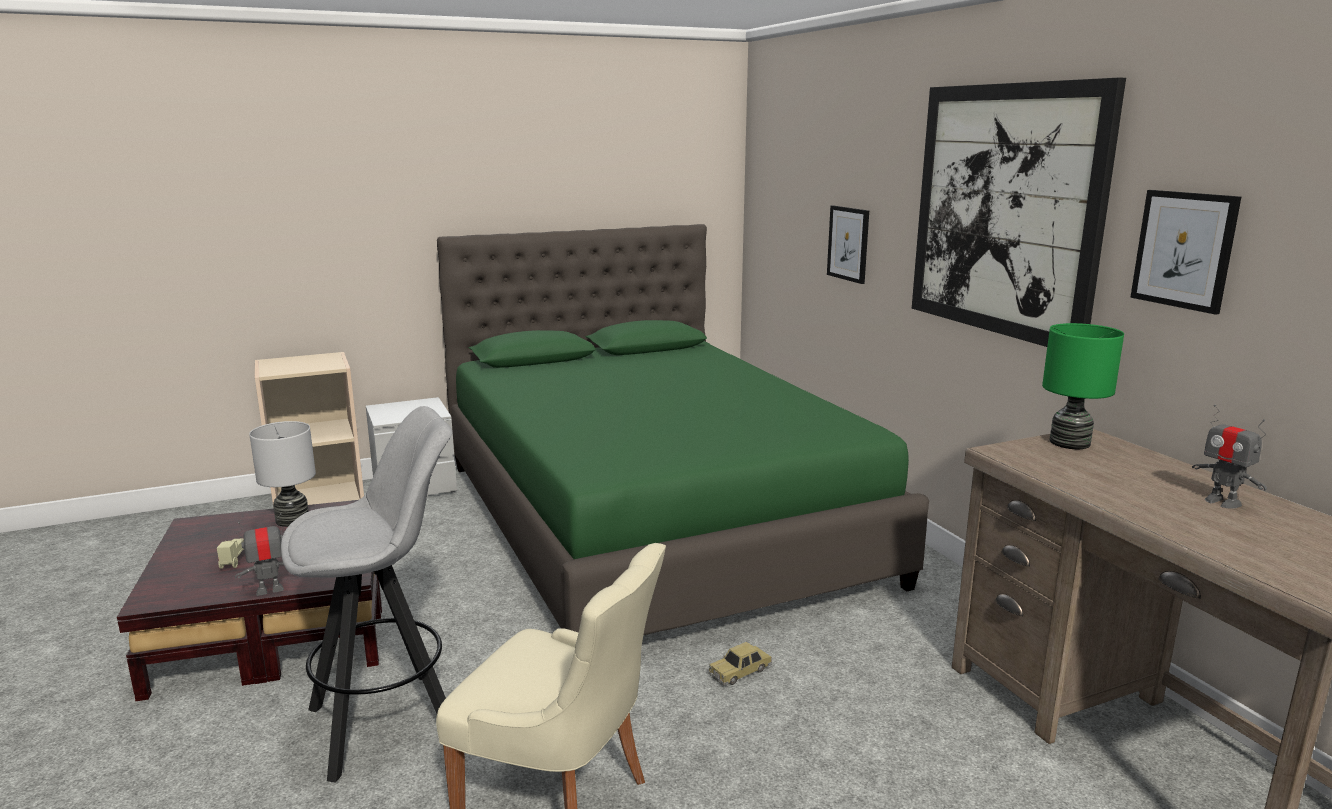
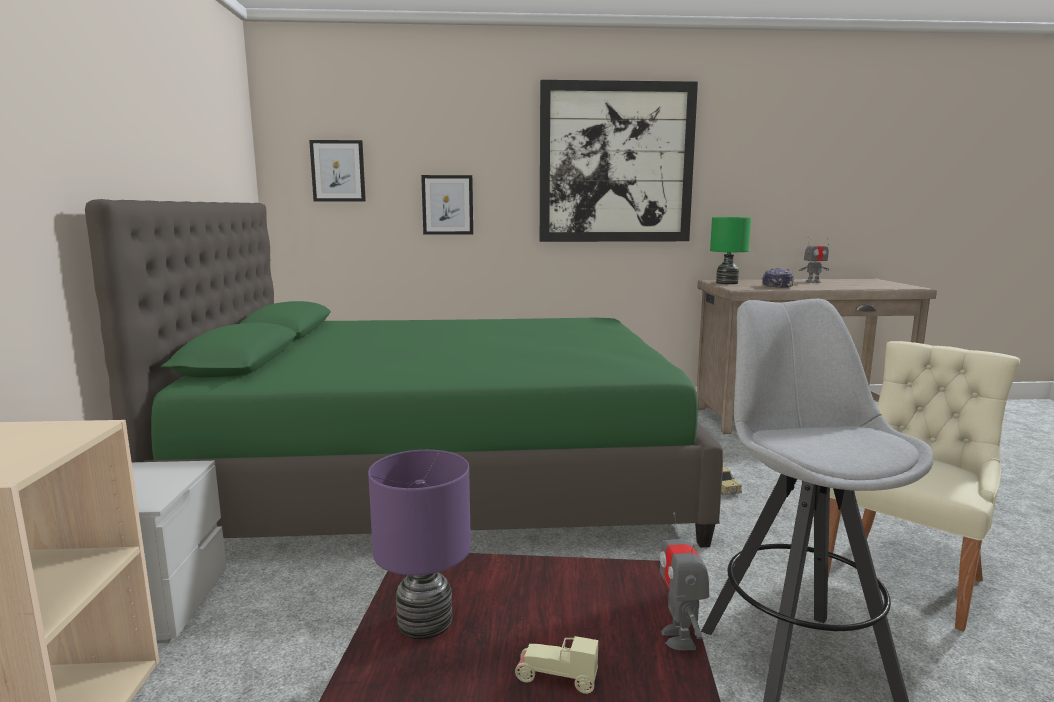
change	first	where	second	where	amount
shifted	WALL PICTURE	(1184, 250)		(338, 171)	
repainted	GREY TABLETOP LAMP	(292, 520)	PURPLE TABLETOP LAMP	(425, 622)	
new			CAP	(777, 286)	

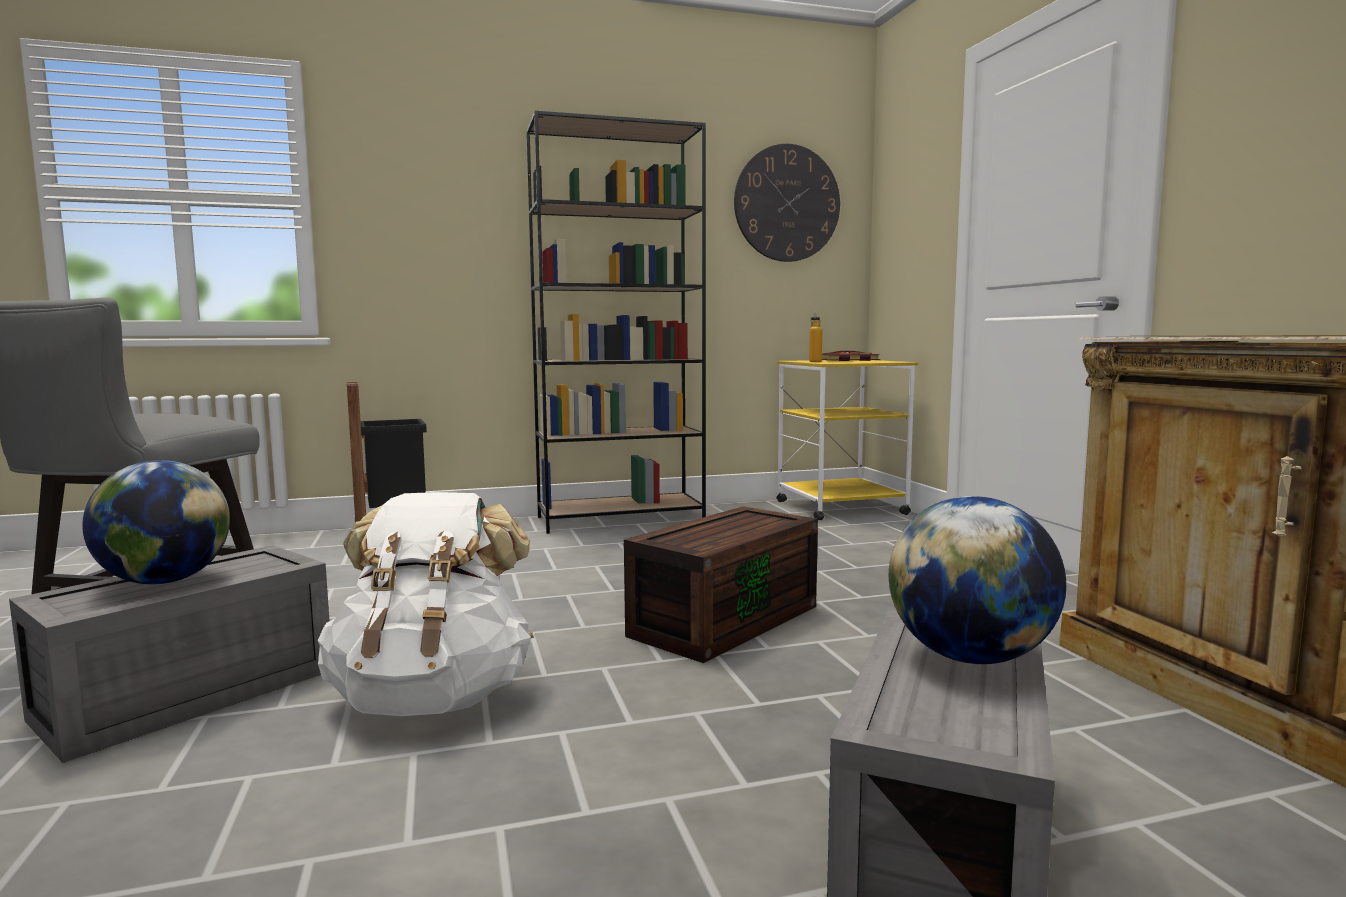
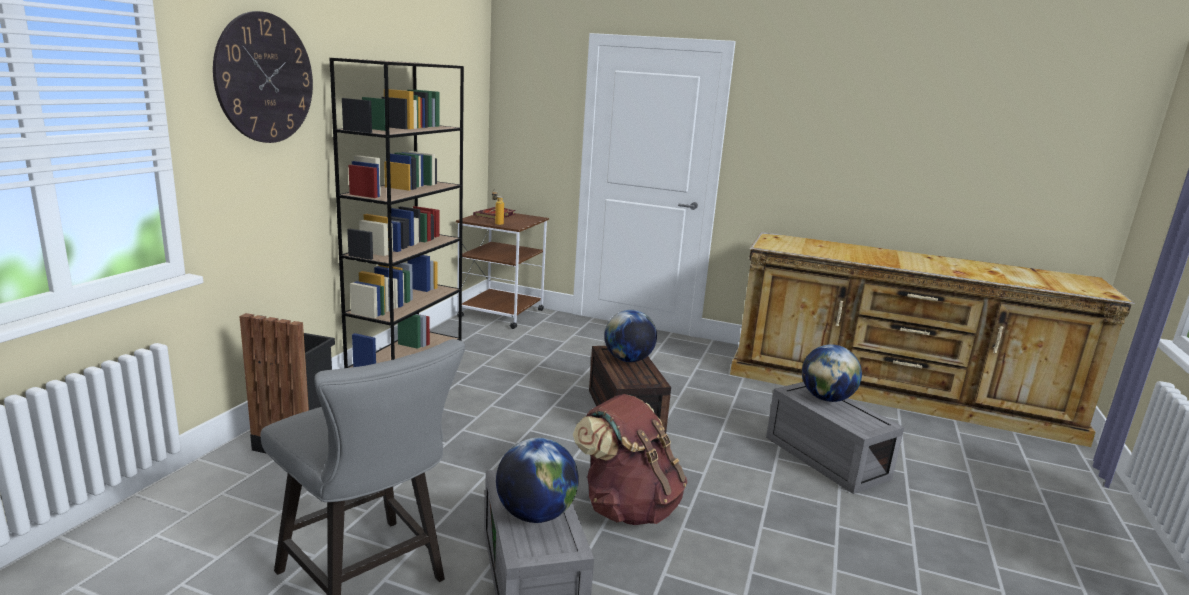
change	first	where	second	where	amount
shifted	CLOCK ON THE WALL	(787, 203)		(265, 78)	
repainted	YELLOWISH TROLLEY	(842, 507)	BROWN-COLOURED TROLLEY	(501, 313)	
repainted	WHITISH RUCKSACK	(433, 698)	BROWN-COLOURED RUCKSACK	(627, 507)	
new			GLOBE	(628, 360)	

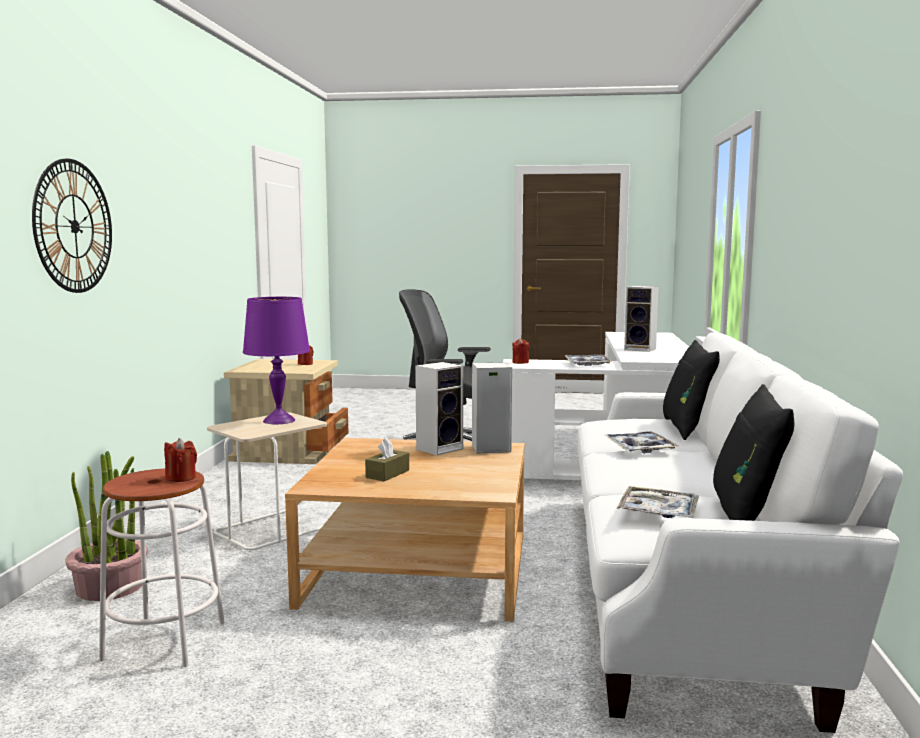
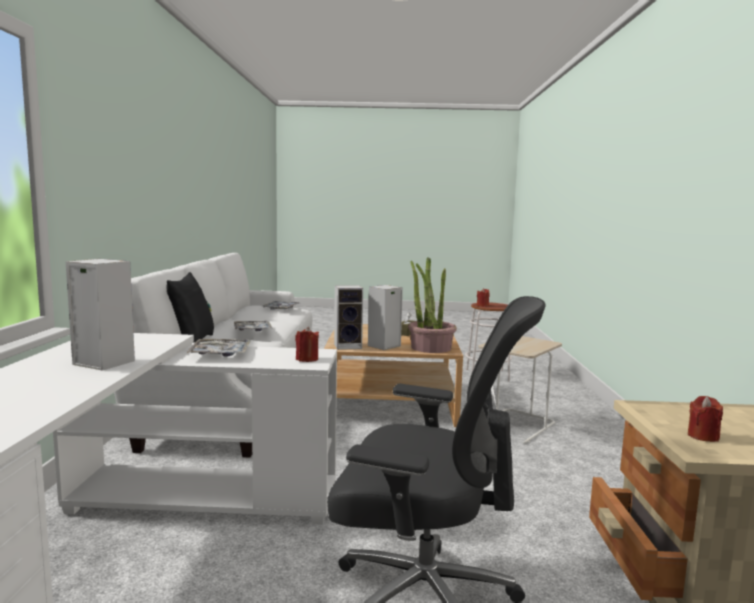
change	first	where	second	where	amount
shifted	POTTED PLANT	(110, 587)		(430, 347)	
gone	CLOCK ON THE WALL	(74, 226)			
gone	PURPLE TABLETOP LAMP	(278, 420)			
gone	BLACKISH PILLOW	(747, 516)			

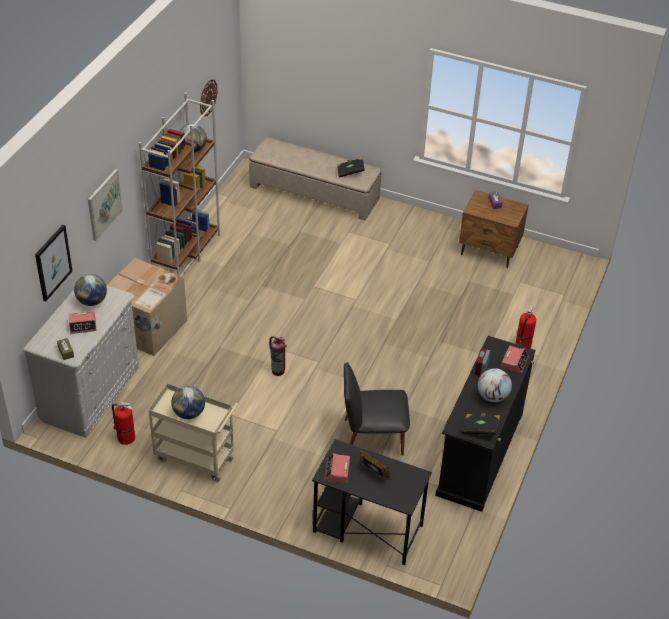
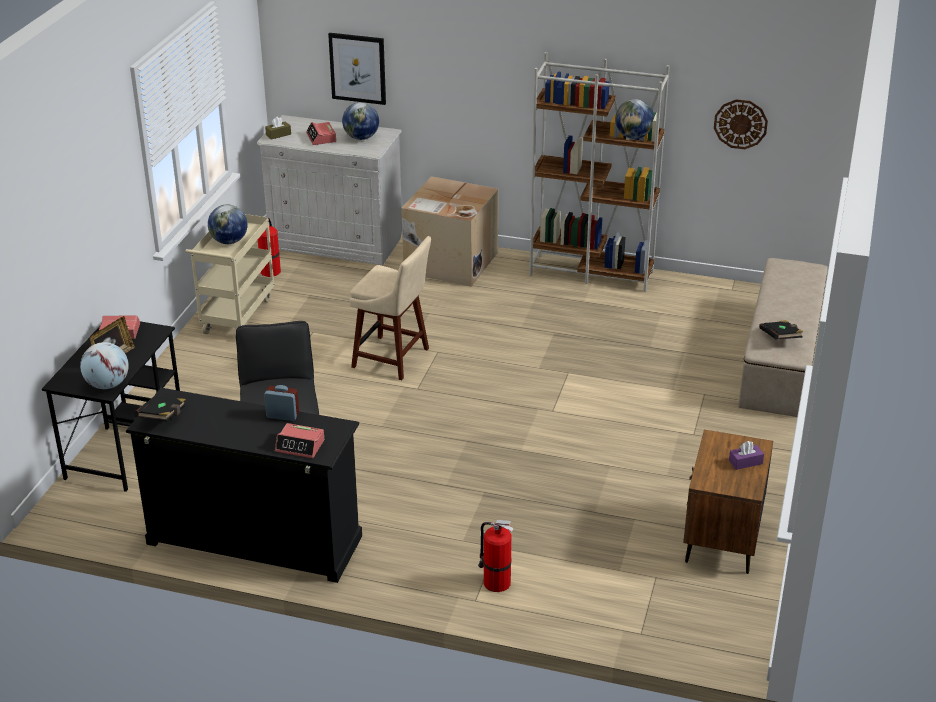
change	first	where	second	where	amount
shifted	GLOBE	(492, 396)		(107, 385)	
swapped	FIRE EXTINGUISHER	(278, 370)	BEIGE PLAIN CHAIR	(394, 359)	
gone	WALL PICTURE	(104, 204)			

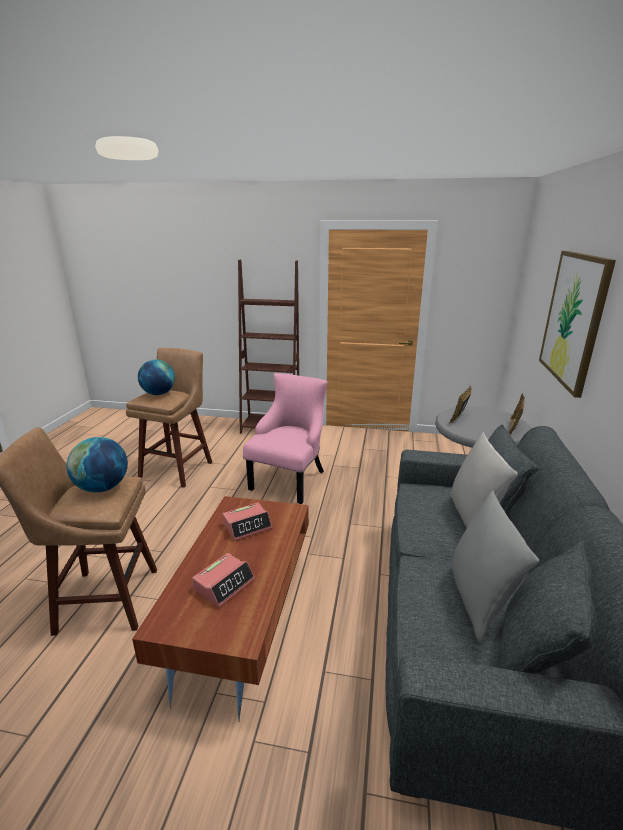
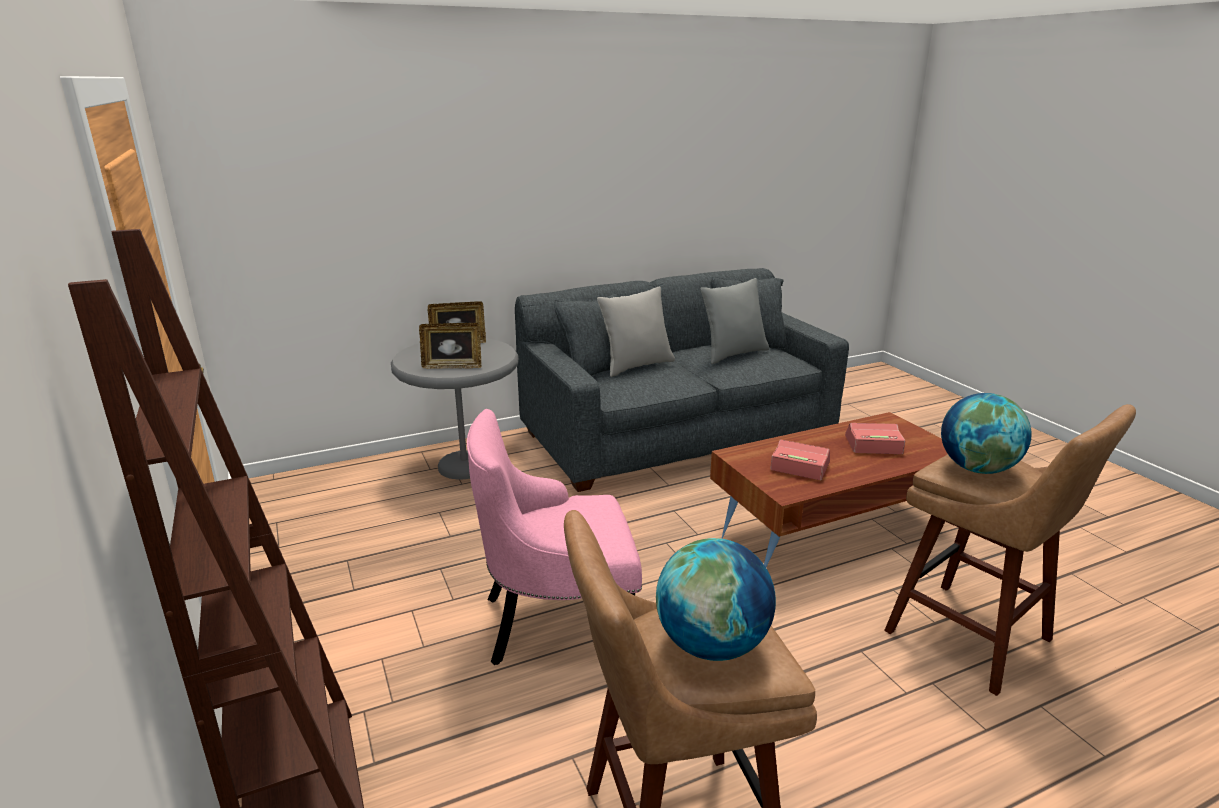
change	first	where	second	where	amount
gone	WALL PICTURE	(573, 319)			

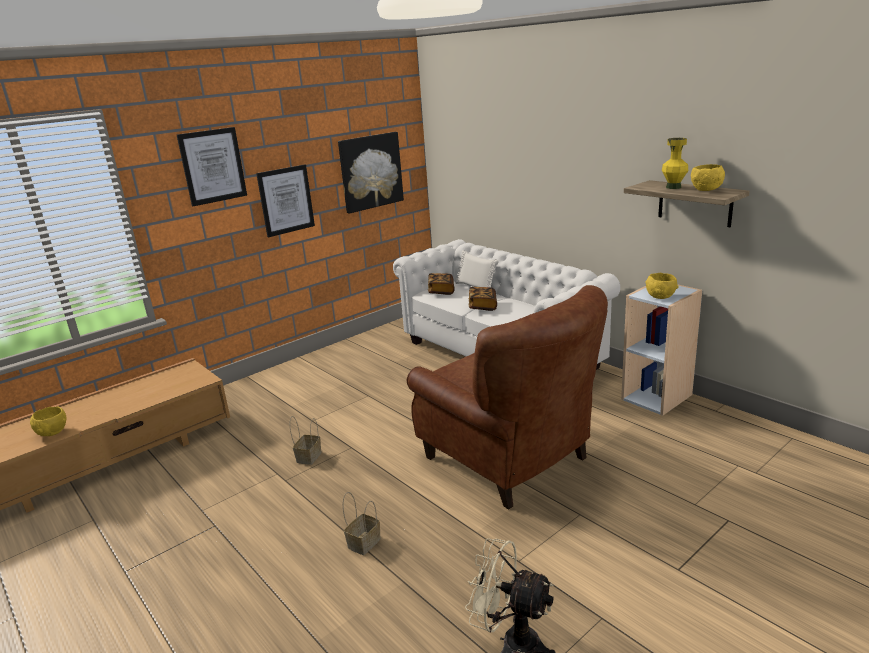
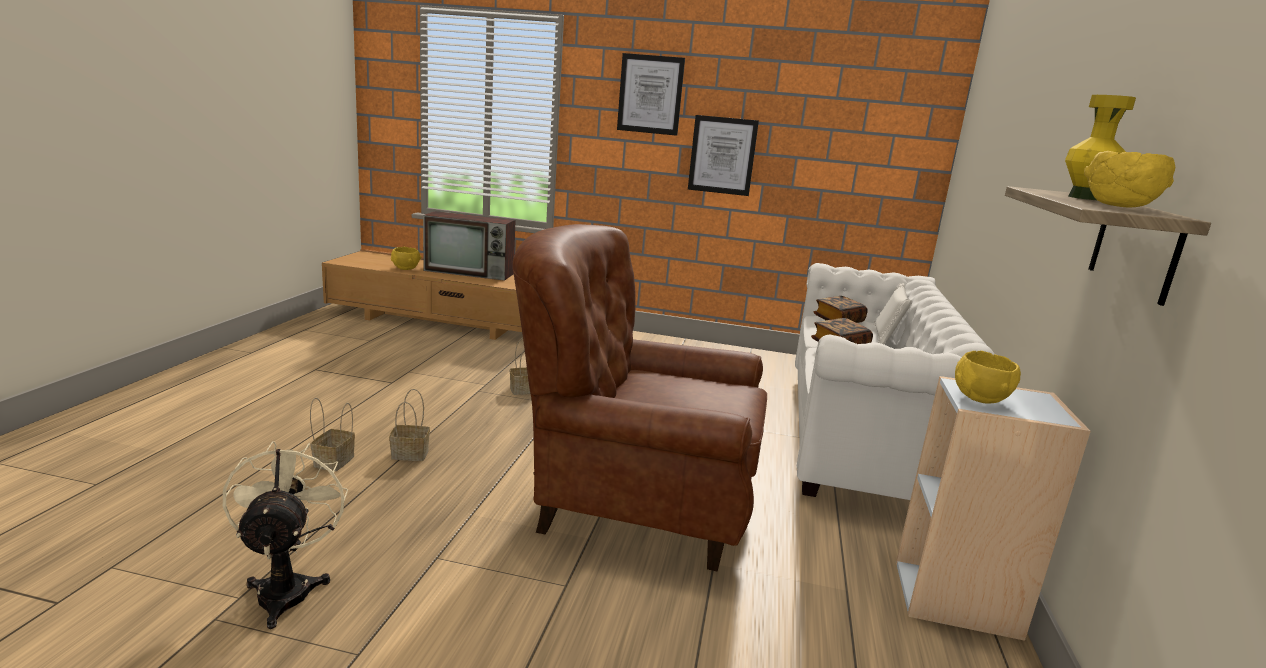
change	first	where	second	where	amount
new			HOUSEHOLD BASKET	(334, 460)	
new			TELEVISION	(471, 272)	
rotated	BROWN-COLOURED EASY CHAIR	(510, 461)		(632, 503)	90 degrees clockwise
gone	WALL PICTURE	(370, 171)			

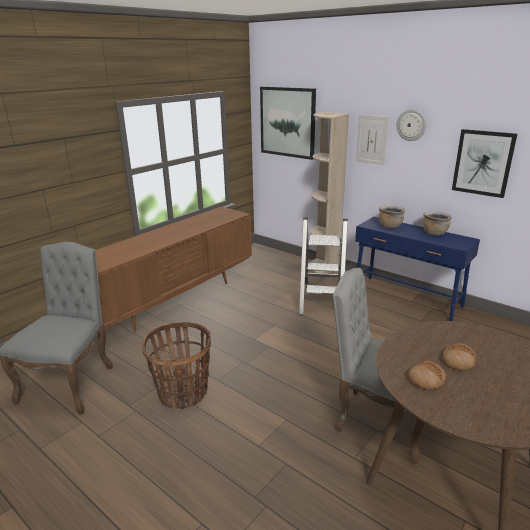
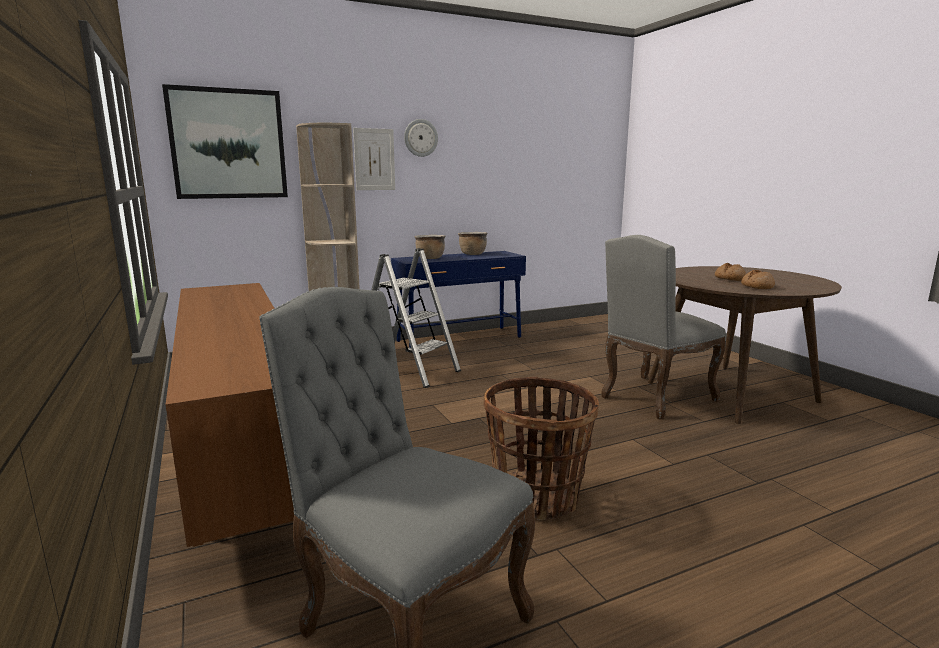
change	first	where	second	where	amount
gone	WALL PICTURE	(483, 163)			

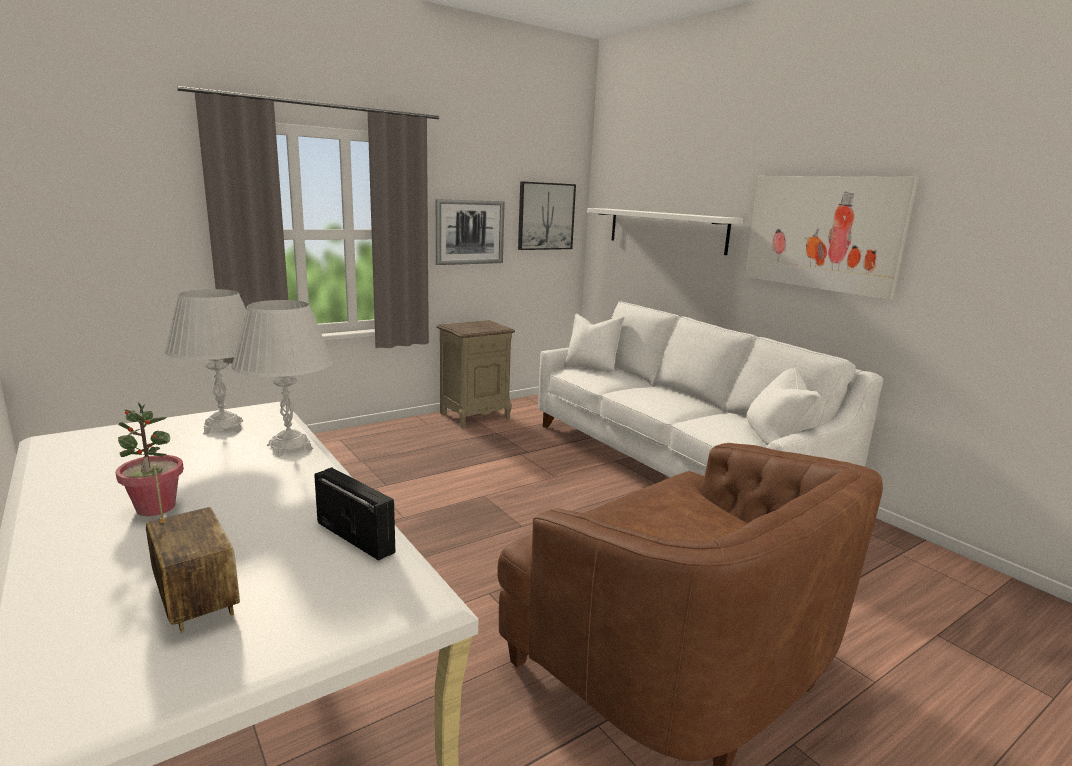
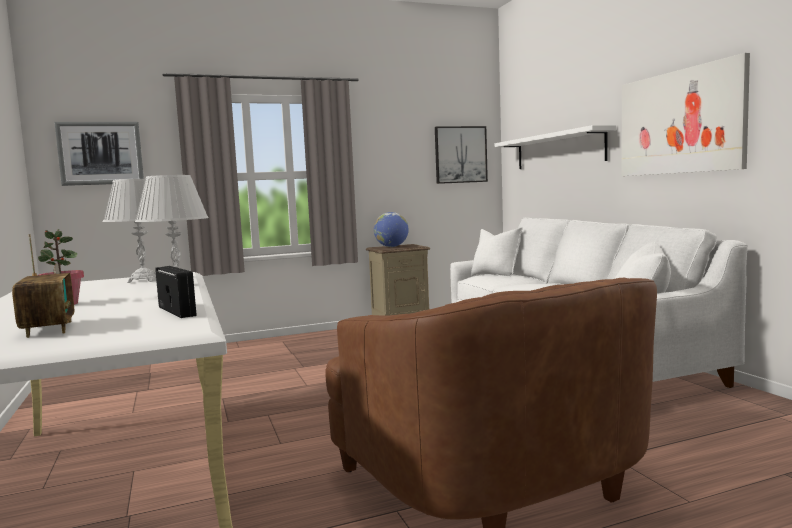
change	first	where	second	where	amount
shifted	WALL PICTURE	(469, 232)		(100, 153)	
new			GLOBE	(391, 247)	

